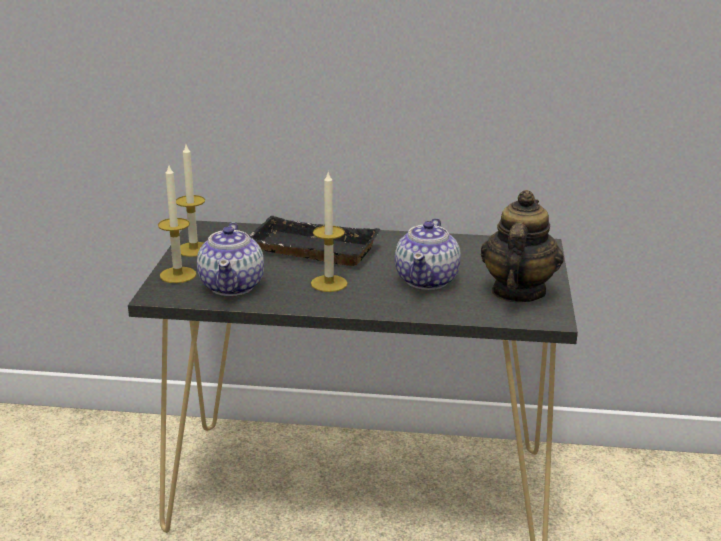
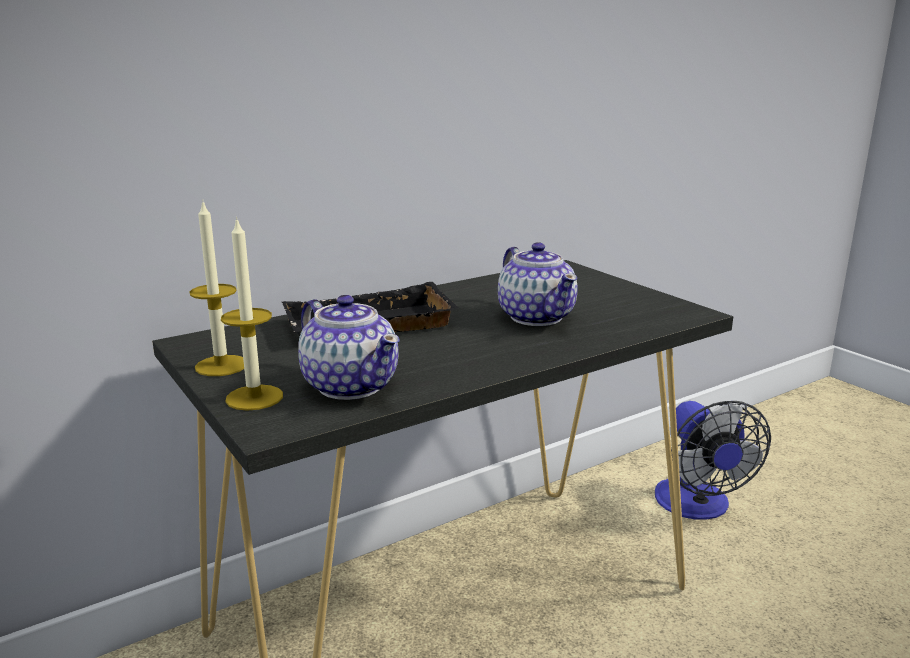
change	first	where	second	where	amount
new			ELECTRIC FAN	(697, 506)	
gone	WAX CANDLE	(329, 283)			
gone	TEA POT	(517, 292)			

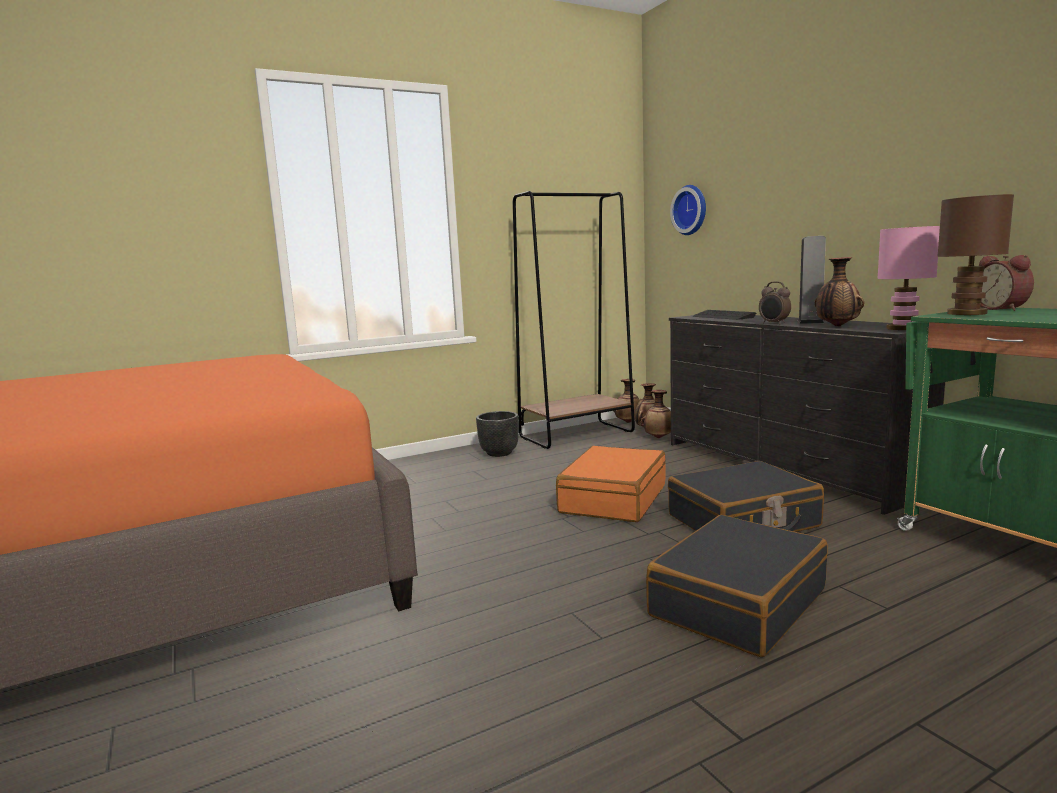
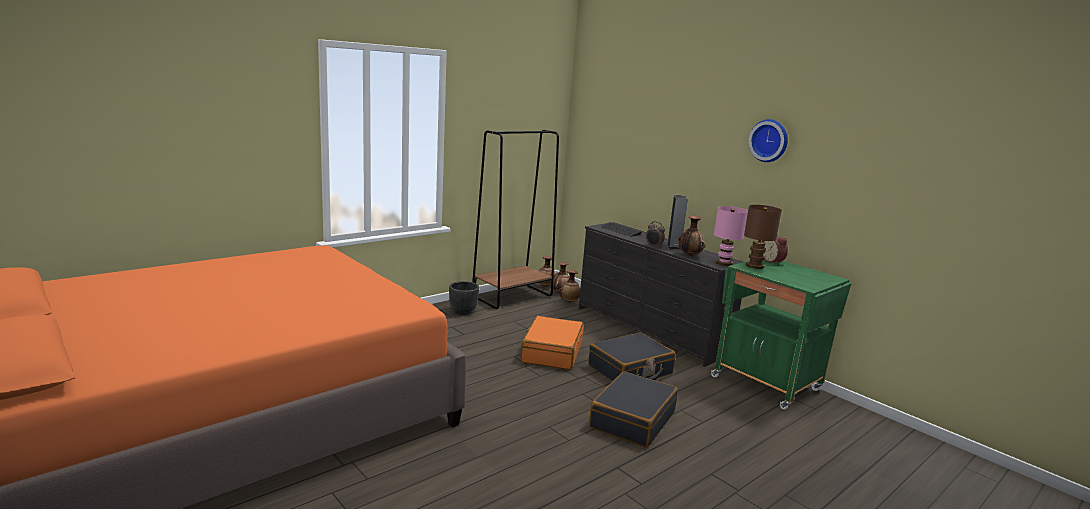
change	first	where	second	where	amount
shifted	CLOCK ON THE WALL	(691, 210)		(769, 140)	

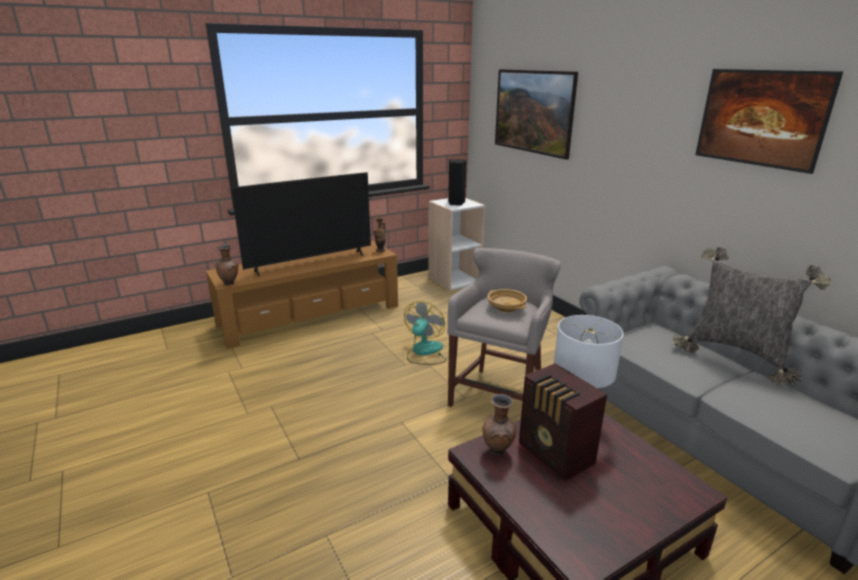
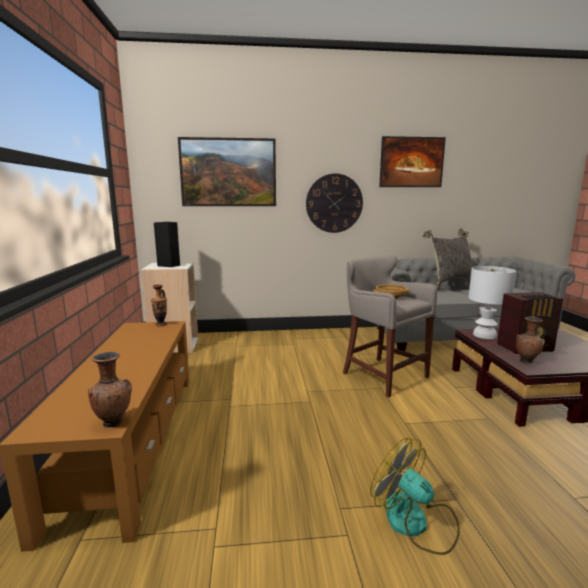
change	first	where	second	where	amount
new			CLOCK ON THE WALL	(334, 203)	
shifted	ELECTRIC FAN	(424, 352)		(415, 522)	
gone	TELEVISION	(310, 263)			

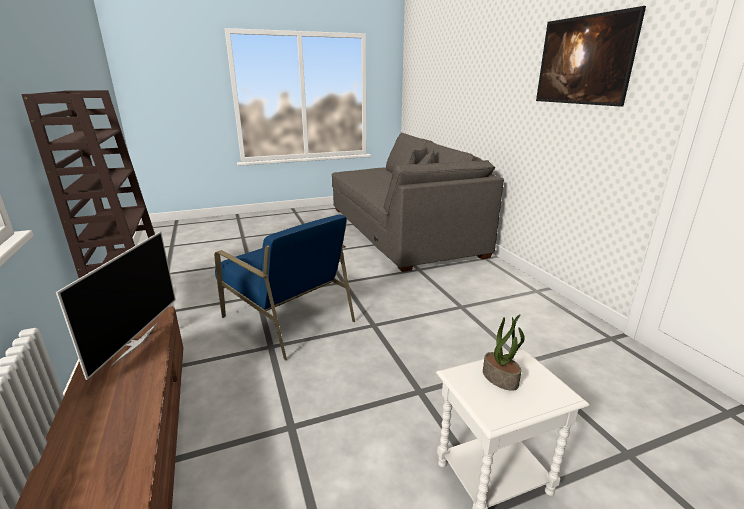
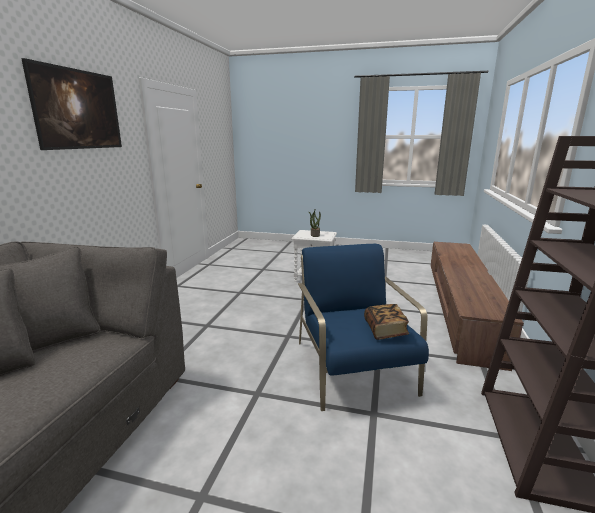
change	first	where	second	where	amount
new			BOOK	(385, 330)	
gone	TELEVISION	(134, 343)			

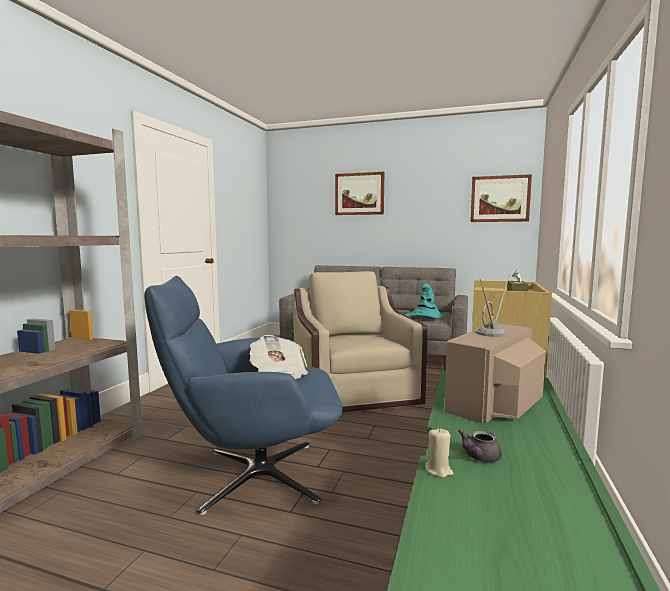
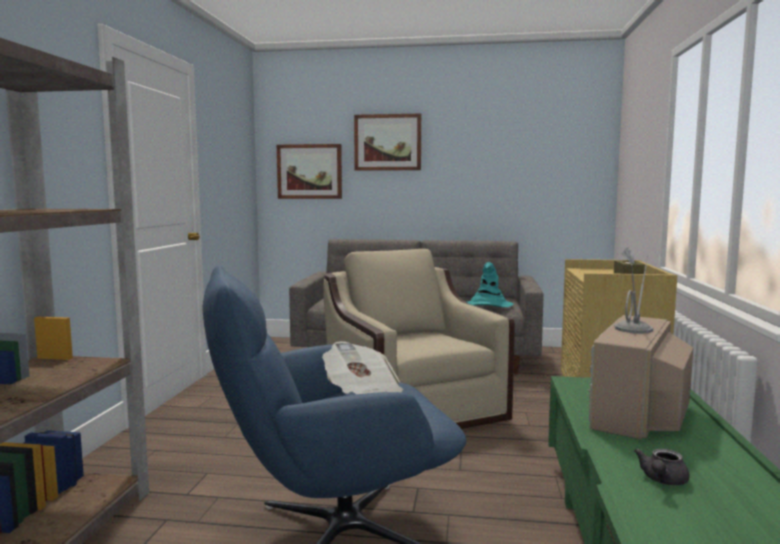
change	first	where	second	where	amount
shifted	WALL PICTURE	(500, 199)		(309, 171)	
gone	BEIGE WAX CANDLE	(438, 470)			

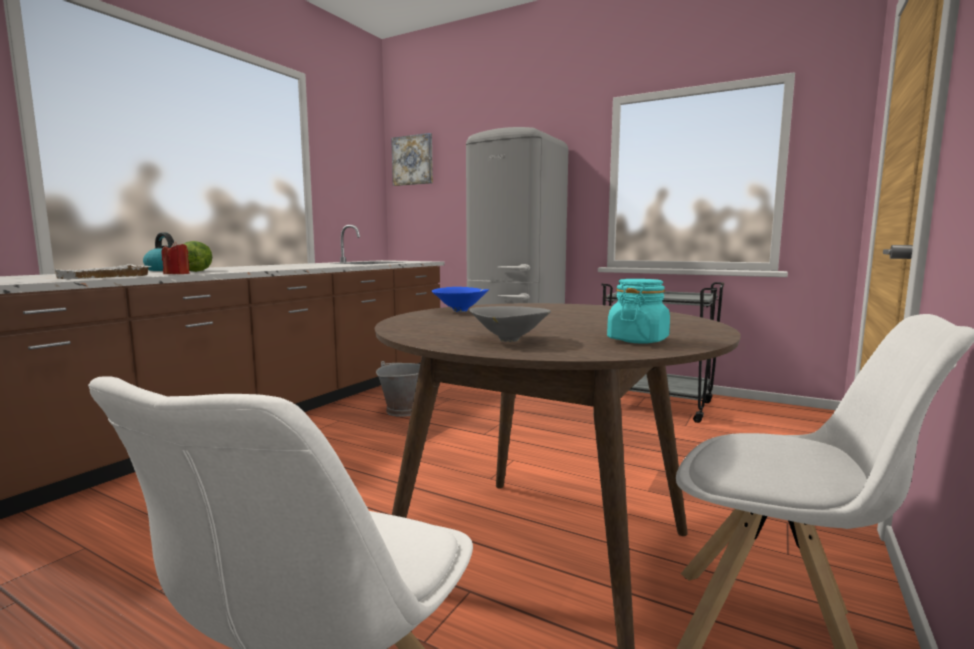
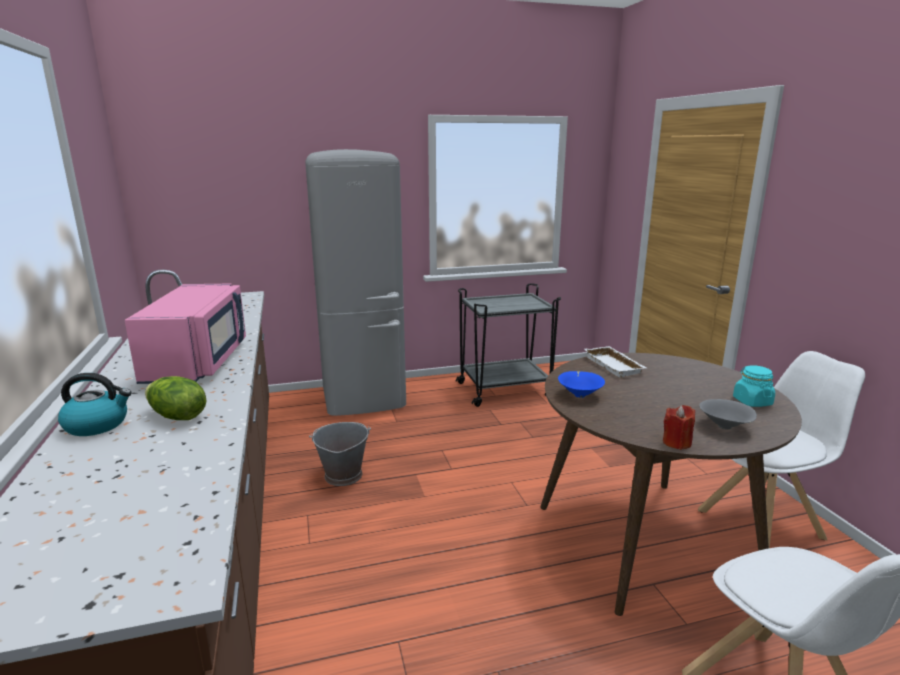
change	first	where	second	where	amount
new			PINK-COLOURED KITCHEN MICROWAVE	(199, 362)	
shifted	WHITISH SERVING TRAY	(105, 277)		(615, 366)	
shifted	RED-COLOURED WAX CANDLE	(177, 274)		(676, 442)	
gone	WALL PICTURE	(413, 160)			

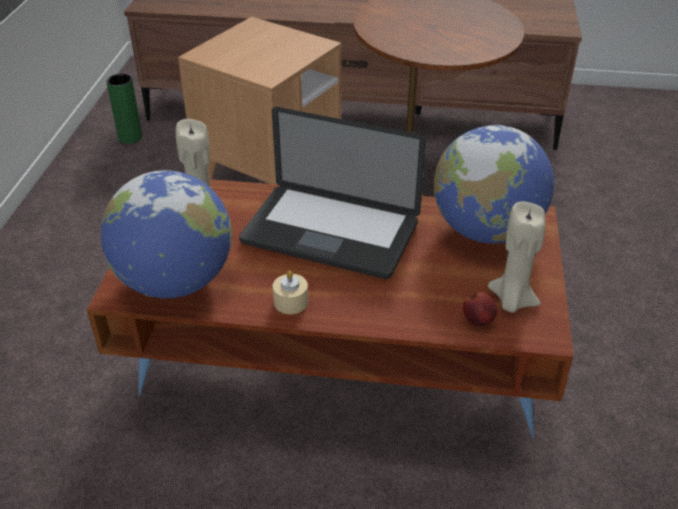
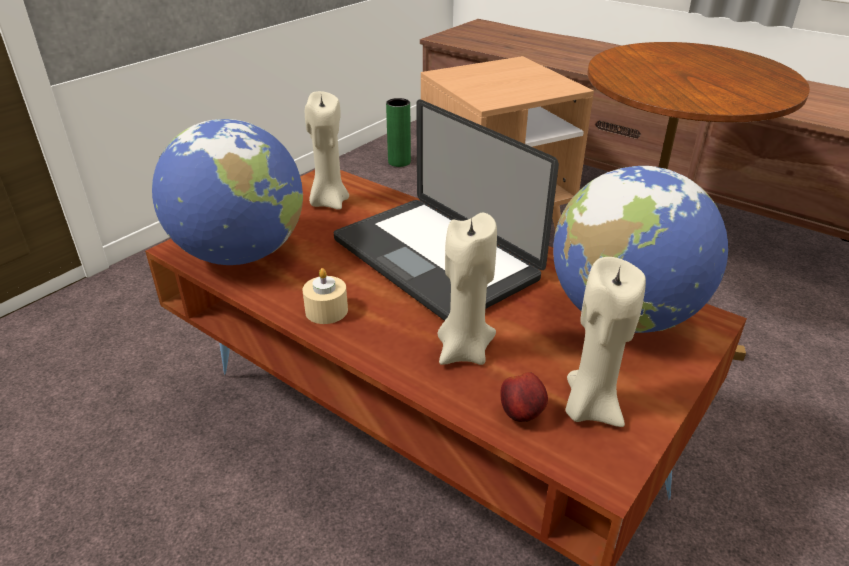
change	first	where	second	where	amount
new			BEIGE WAX CANDLE	(464, 351)	

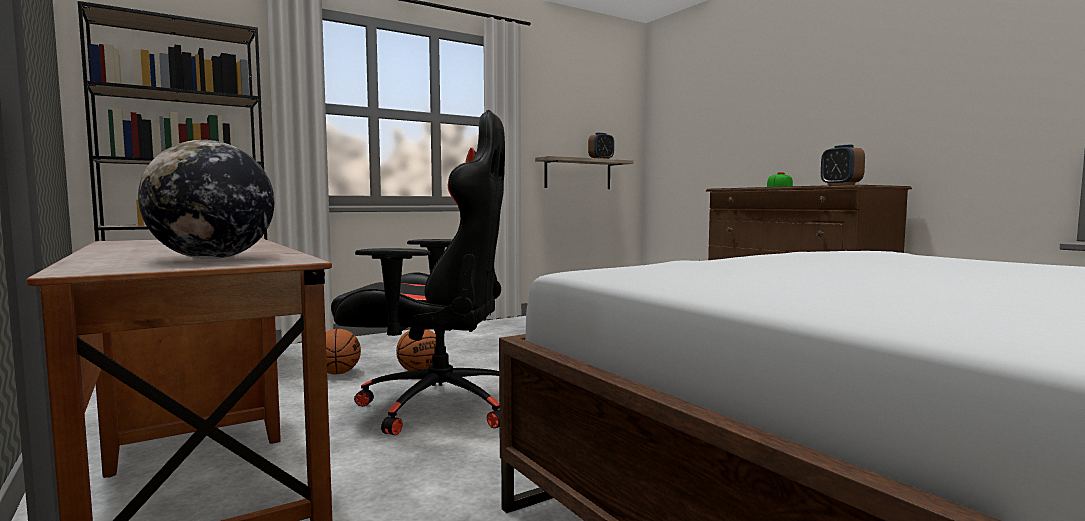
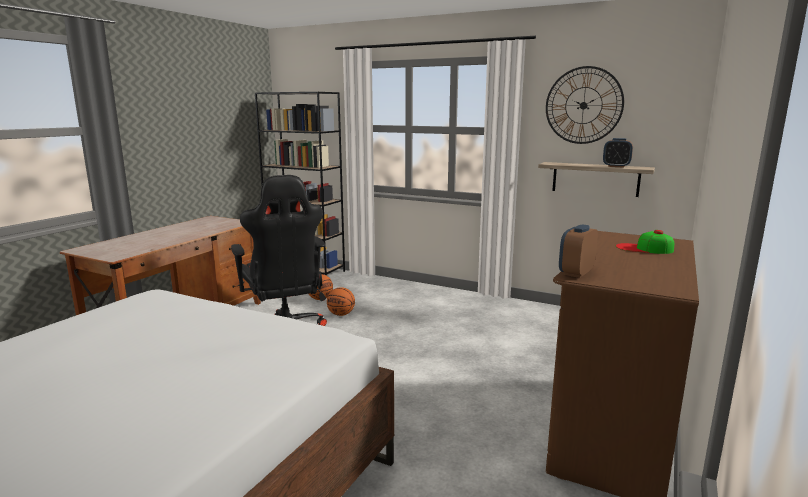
change	first	where	second	where	amount
new			CLOCK ON THE WALL	(583, 105)	
gone	GLOBE	(212, 259)			

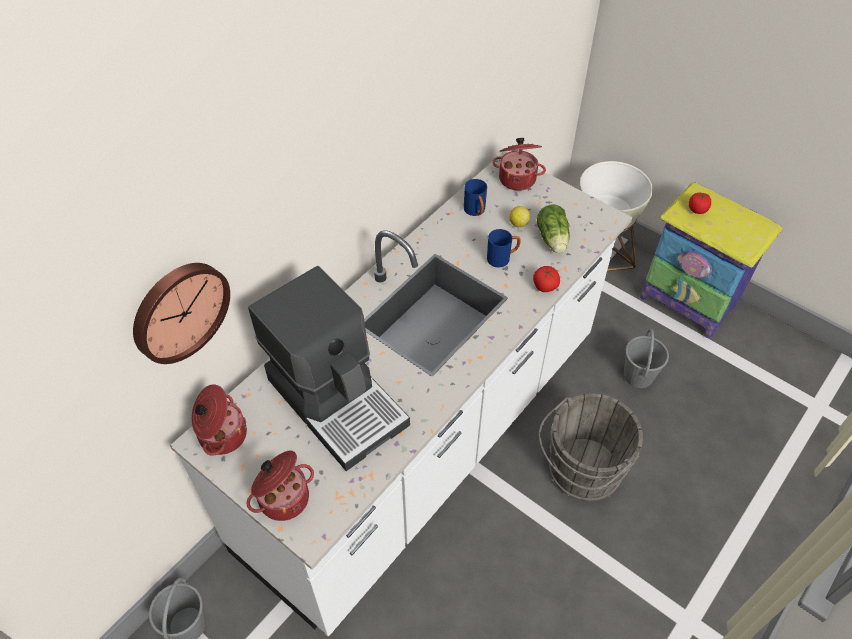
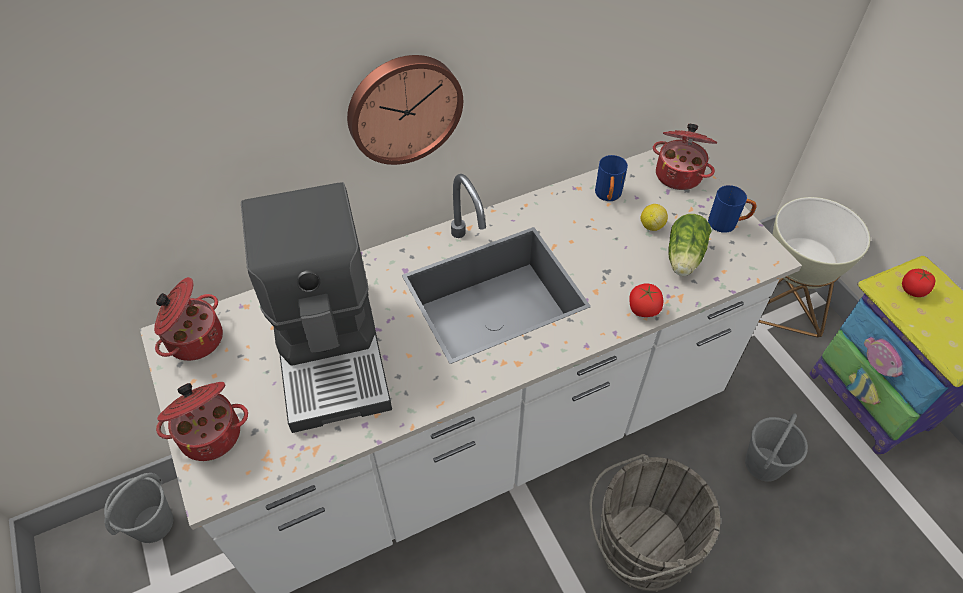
change	first	where	second	where	amount
shifted	CLOCK ON THE WALL	(179, 310)		(403, 108)	
shifted	BLUISH MUG	(502, 258)		(727, 223)	

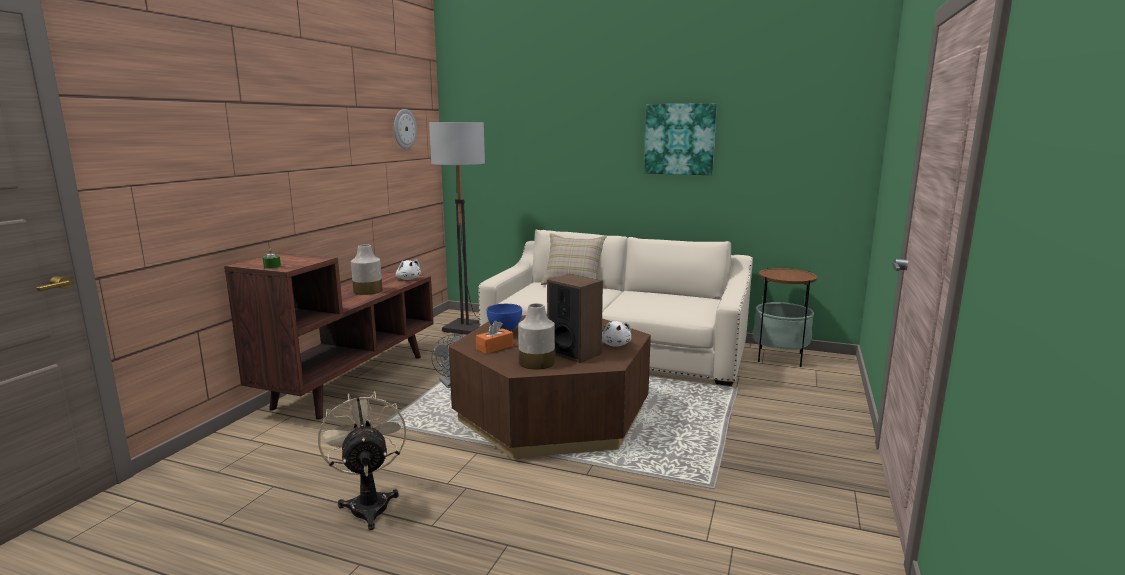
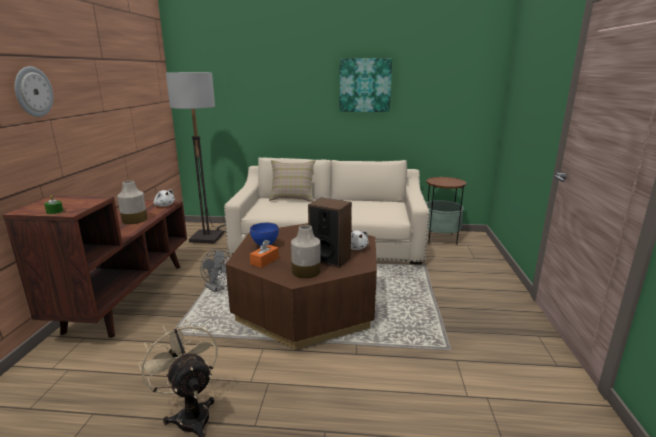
change	first	where	second	where	amount
shifted	CLOCK ON THE WALL	(404, 129)		(33, 92)	

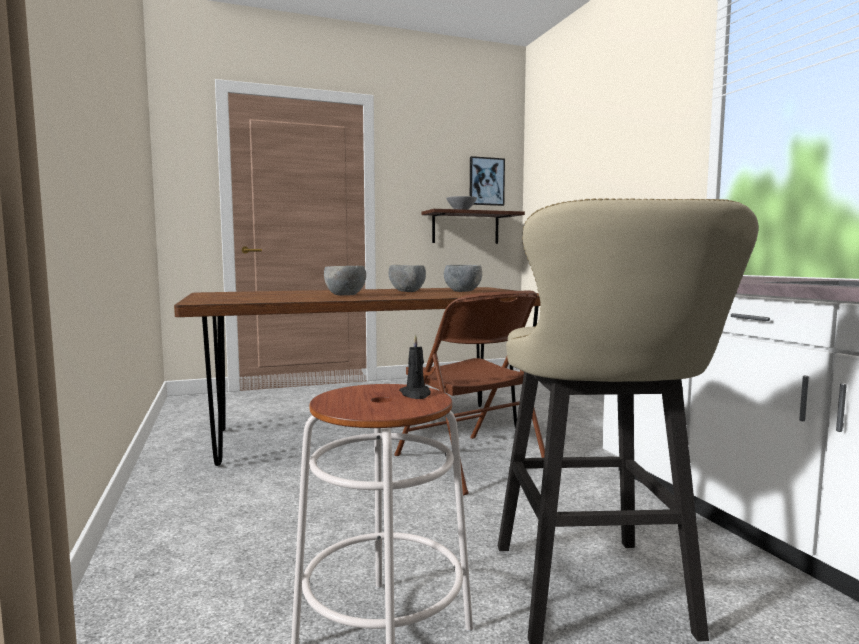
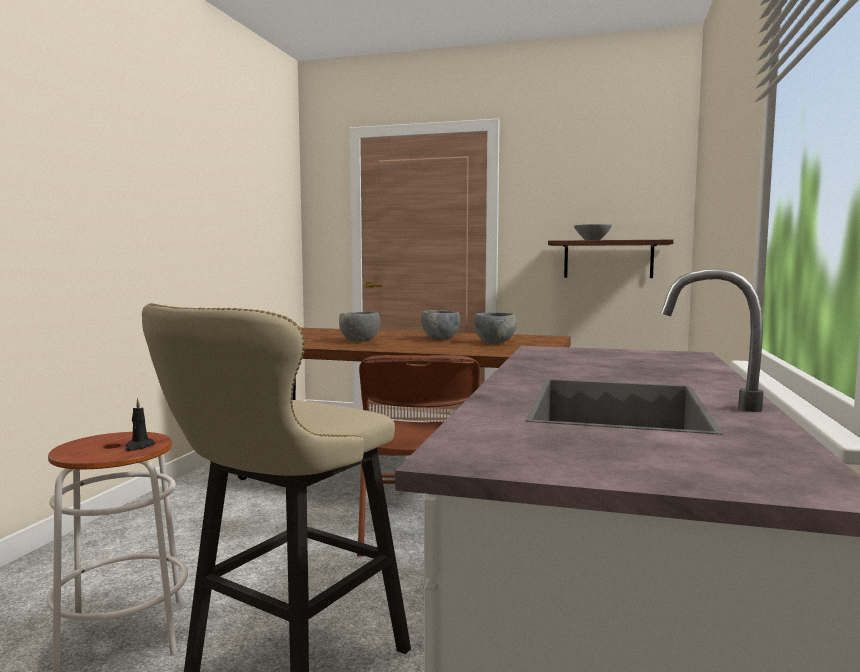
change	first	where	second	where	amount
gone	WALL PICTURE	(486, 181)			

